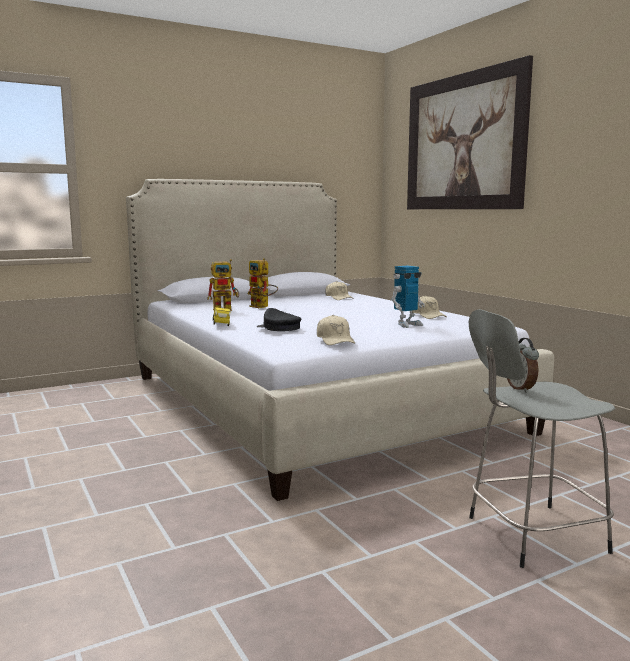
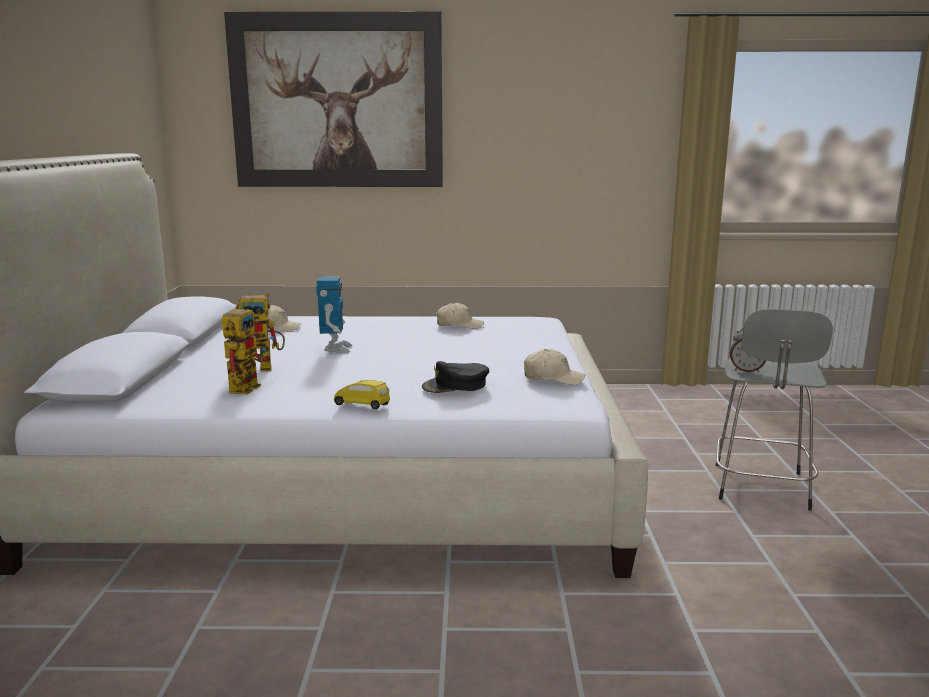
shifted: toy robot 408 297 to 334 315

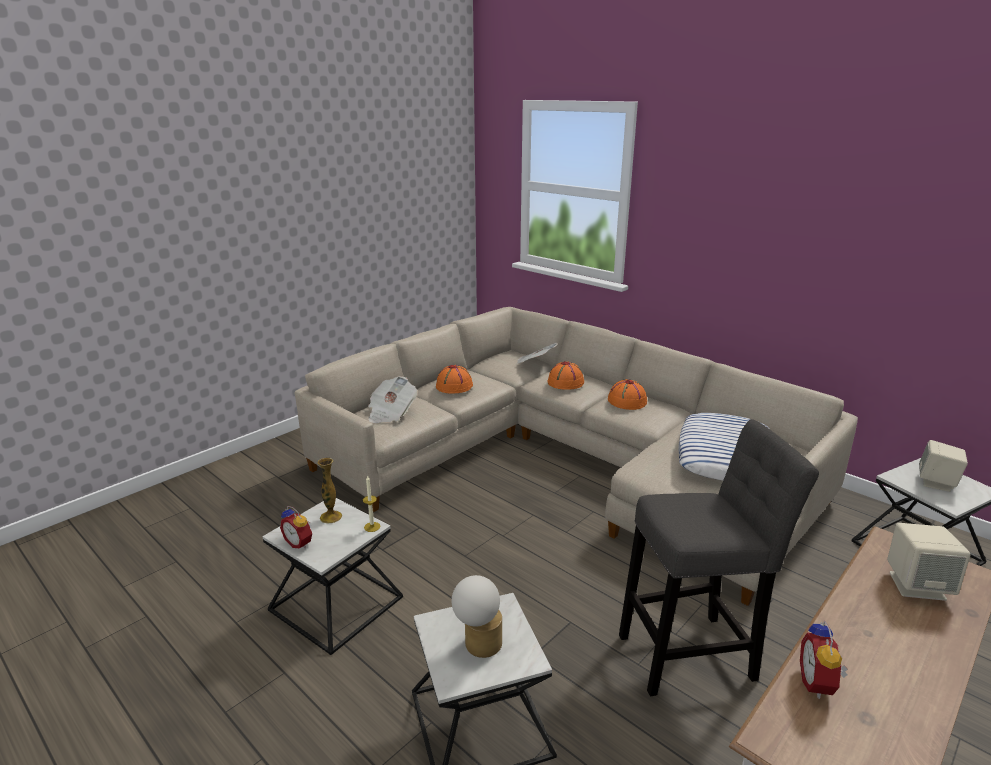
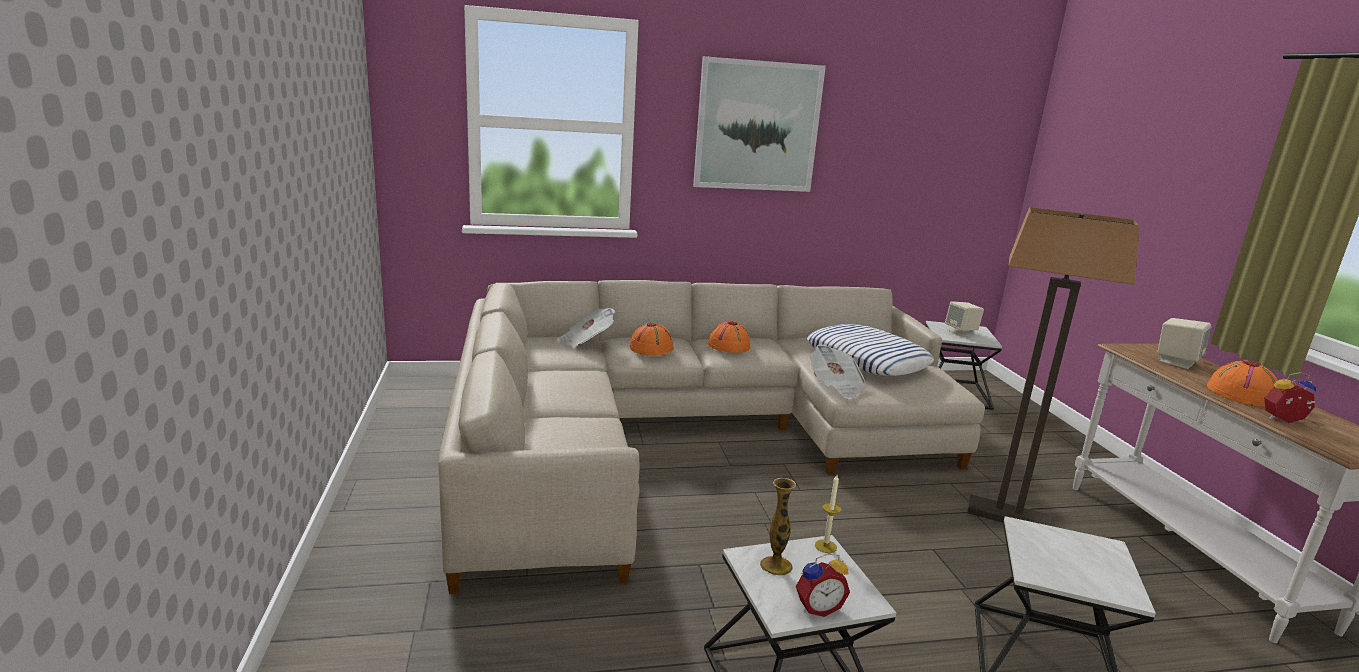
gone: table lamp 477 616
new: picture 759 124
shifted: newspaper 392 399 to 838 372; orange hat 454 379 to 1242 383
swapped: grey stool 719 557 to floor lamp 1053 366
rotated: alarm clock 824 659 = 1290 397 135 degrees clockwise

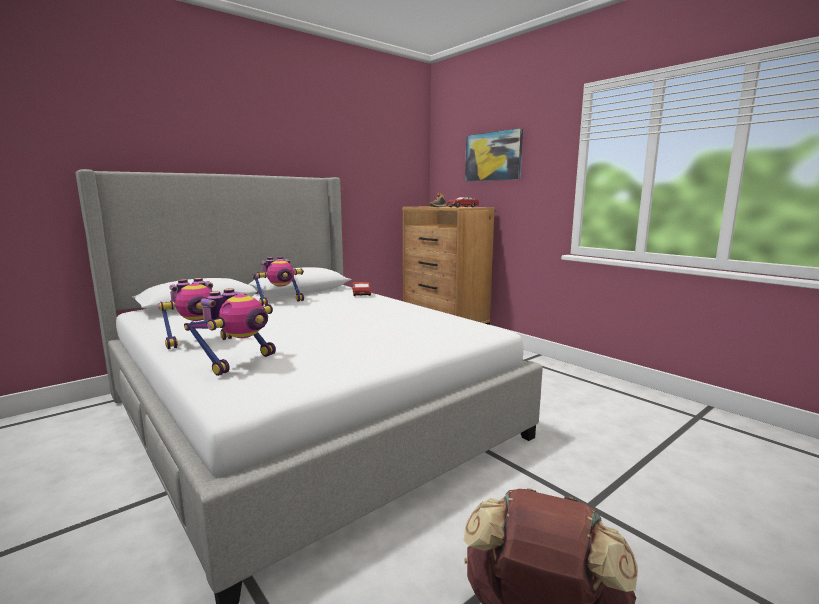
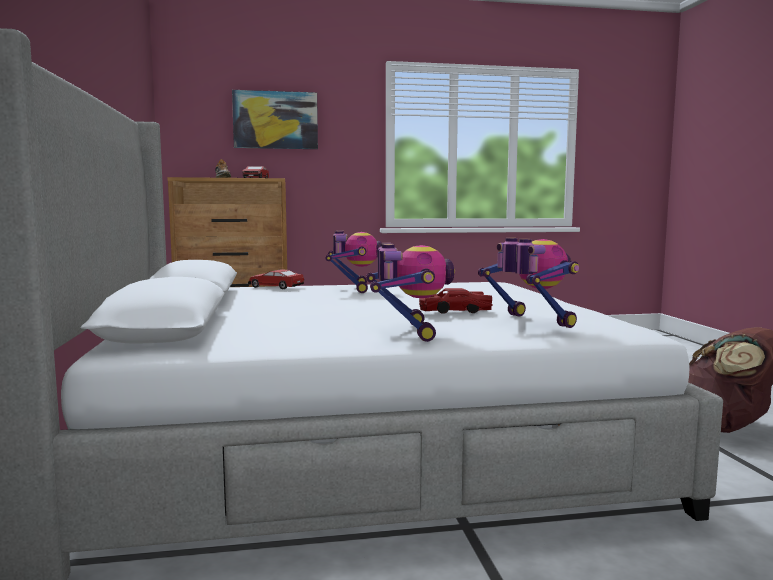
new: red toy car 456 301
shifted: toy robot 278 281 to 353 261

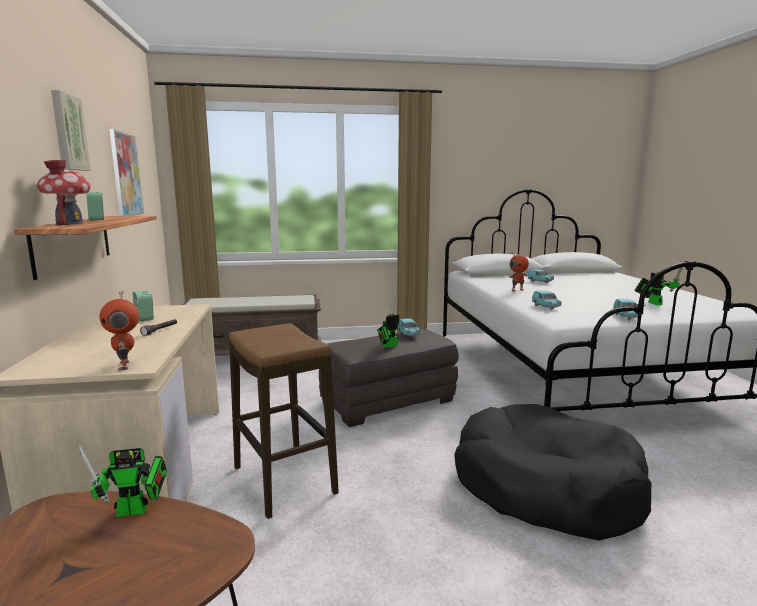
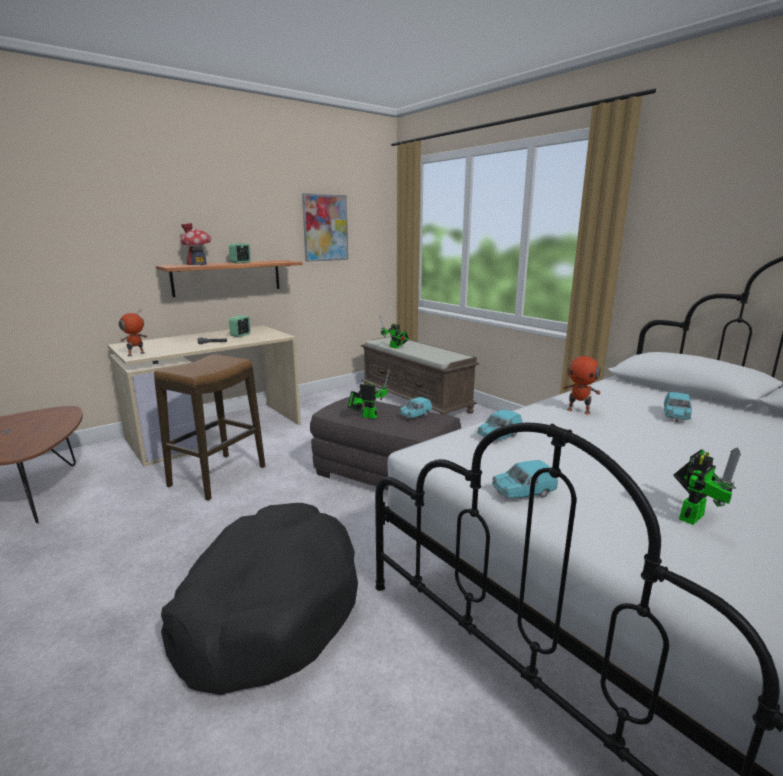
gone: picture 71 130
shifted: toy robot 122 481 to 394 332

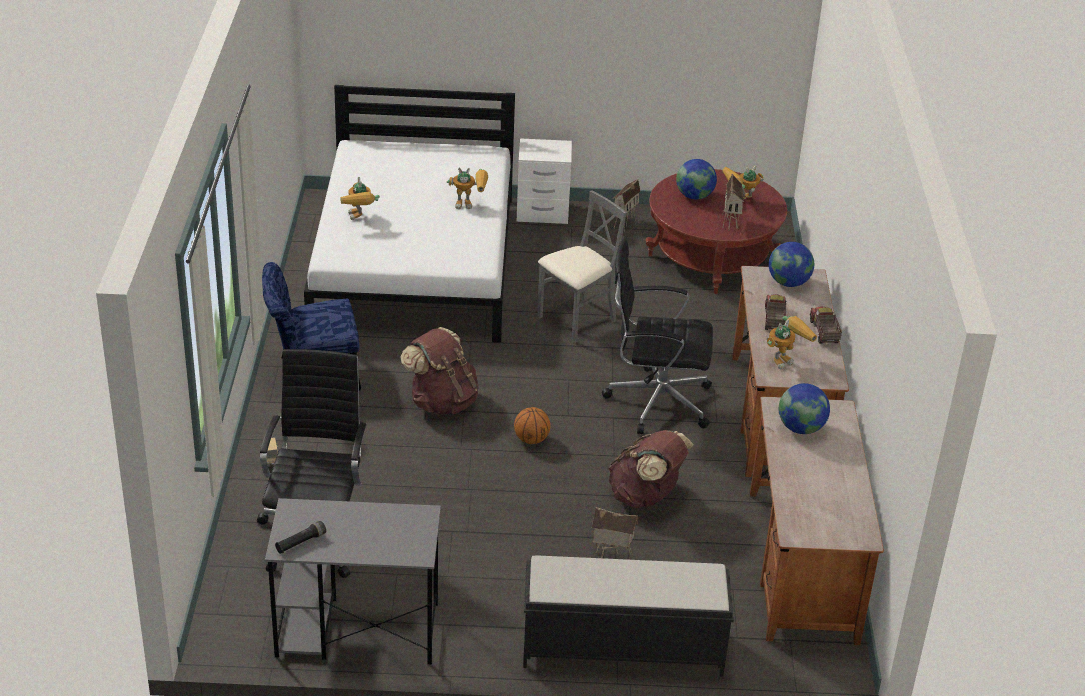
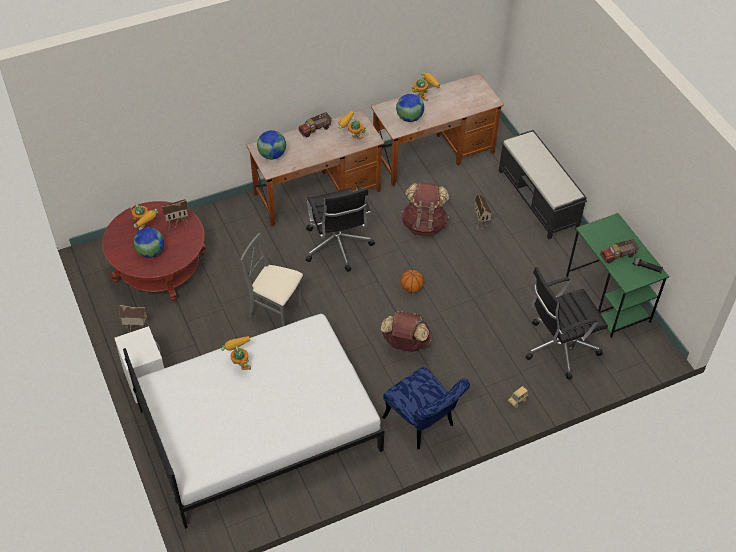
shifted: toy robot 360 198 to 426 86; toy truck 775 312 to 619 251
repainted: grey desk 353 581 to green desk 617 275

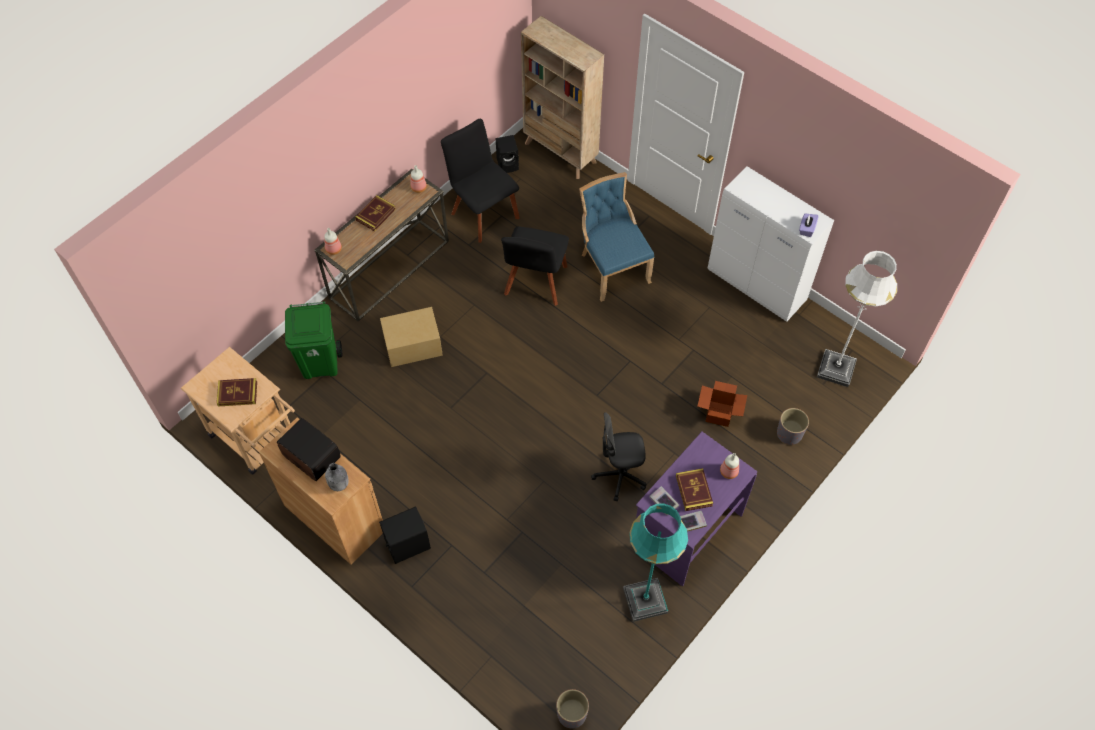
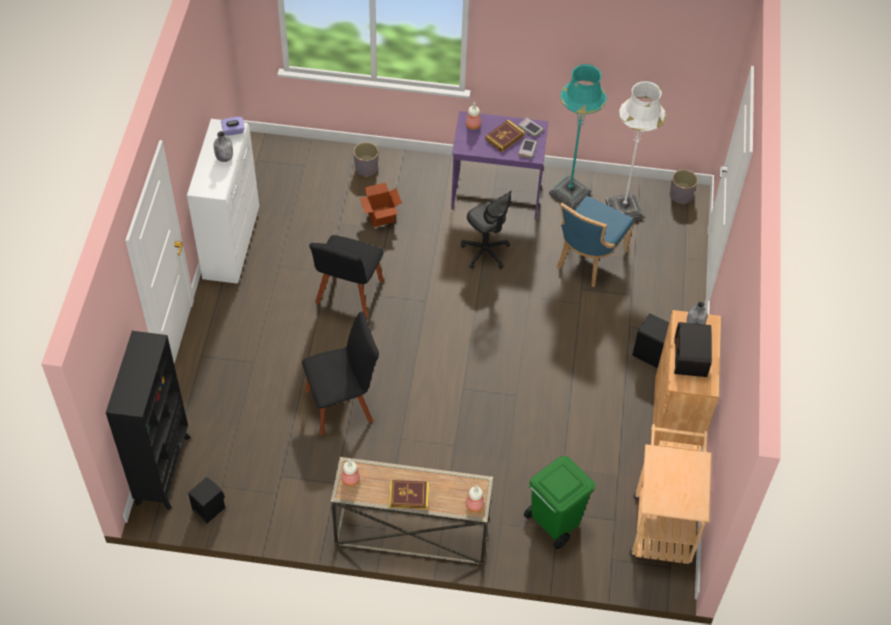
gone: book 236 392; cardboard box 411 337
new: grey bottle 223 146
shifted: black chair 480 181 to 346 276; blue chair 616 237 to 595 241; white floor lamp 857 319 to 635 150
repainted: beige bookcase 562 97 to black bookcase 148 420

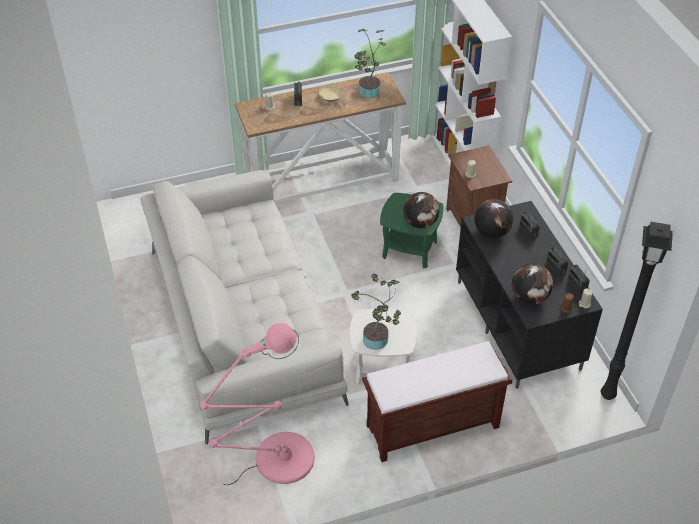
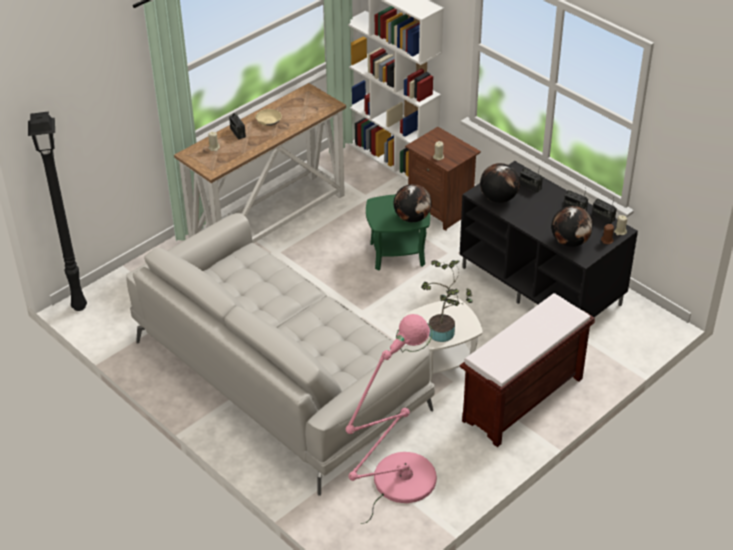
gone: potted plant 370 63
shifted: black floor lamp 637 310 to 57 211

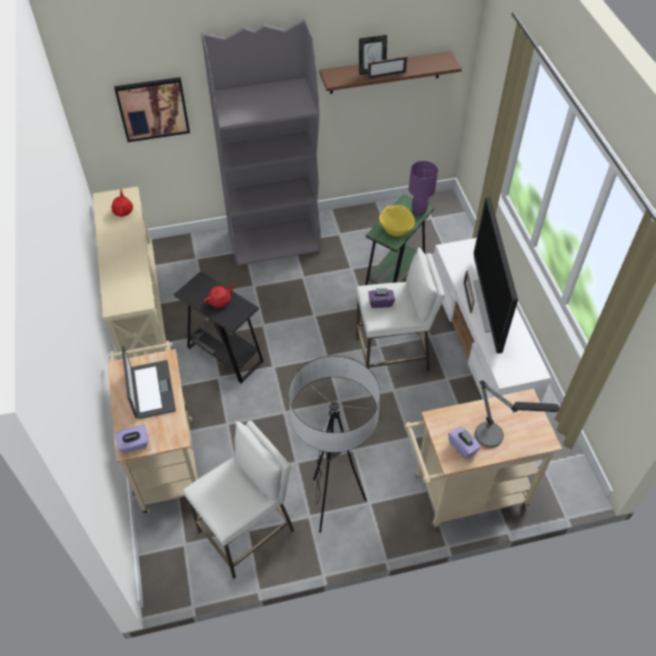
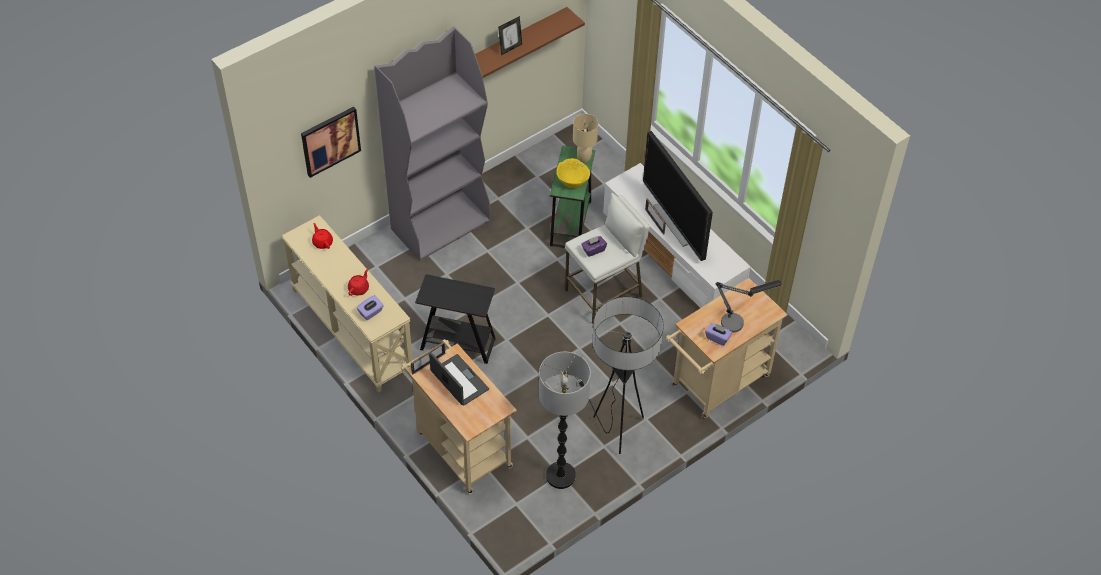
shifted: red teapot 219 295 to 358 282; purple tissue box 131 439 to 370 307; picture frame 387 67 to 428 358
swapped: white stool 238 500 to floor lamp 565 420
repainted: purple table lamp 423 188 to beige table lamp 585 138

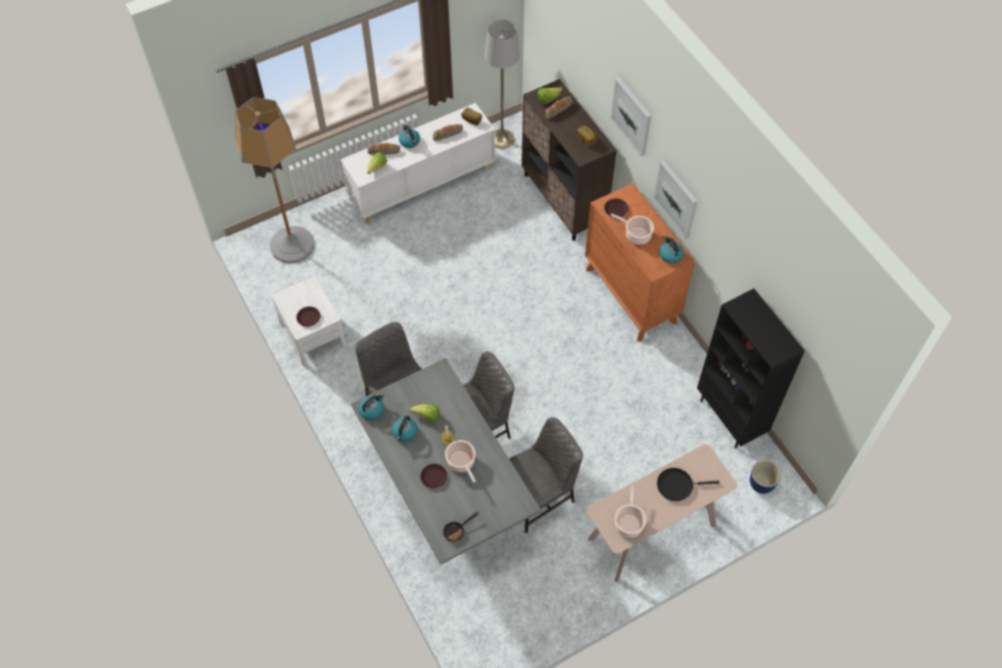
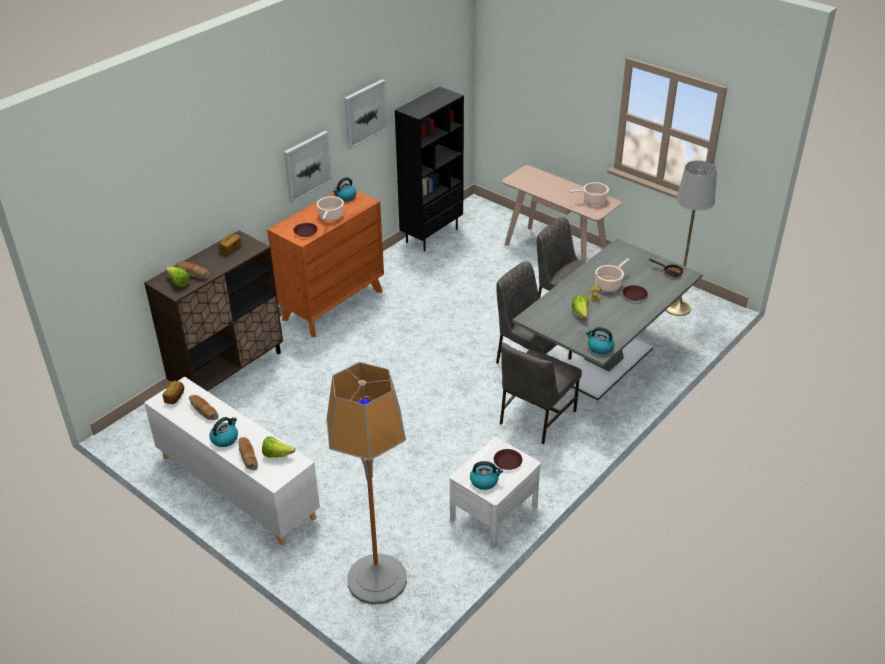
gone: black frying pan 688 484; planter 765 477
shifted: picture 630 117 to 366 114; kettle 405 429 to 486 475; grey floor lamp 502 84 to 691 238

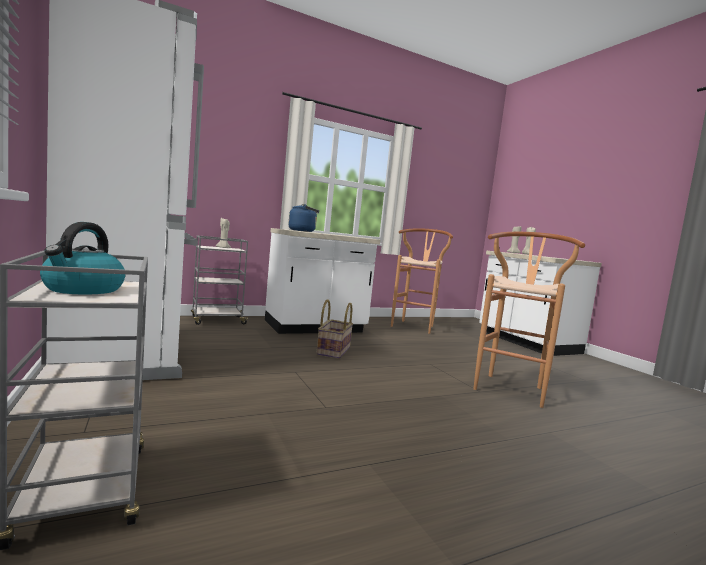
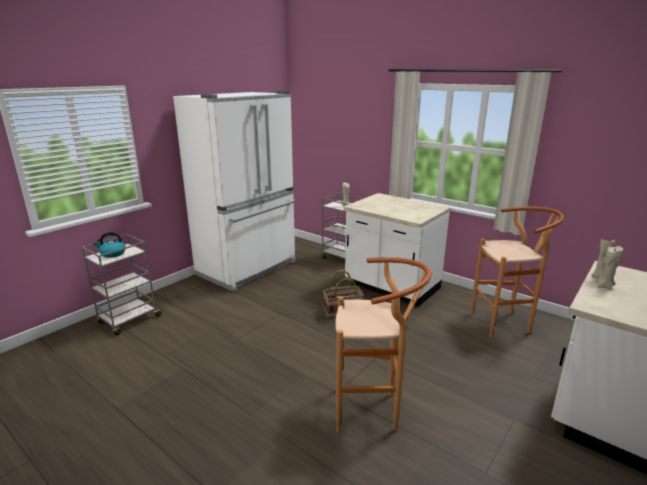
gone: blue kettle 303 218

